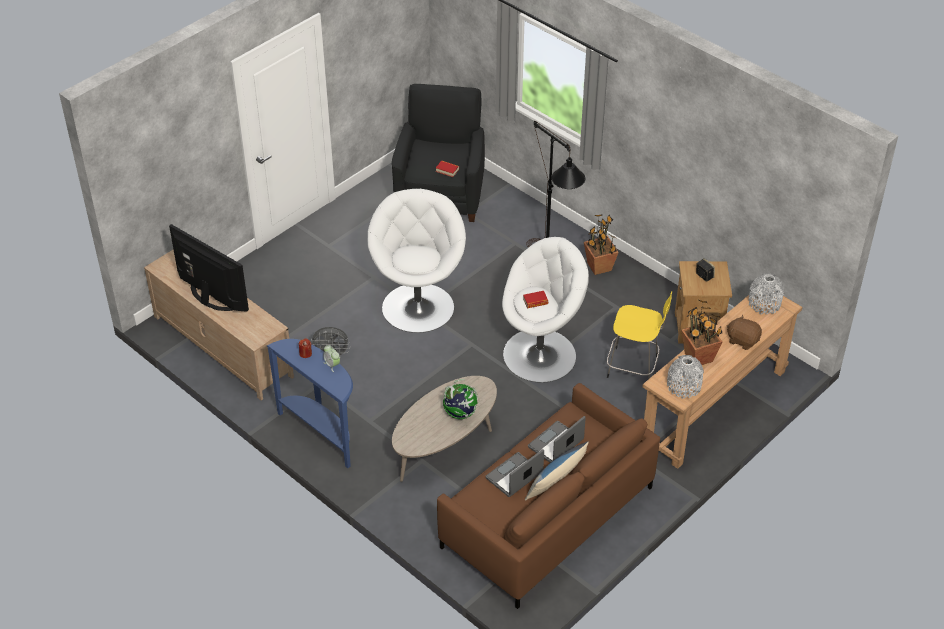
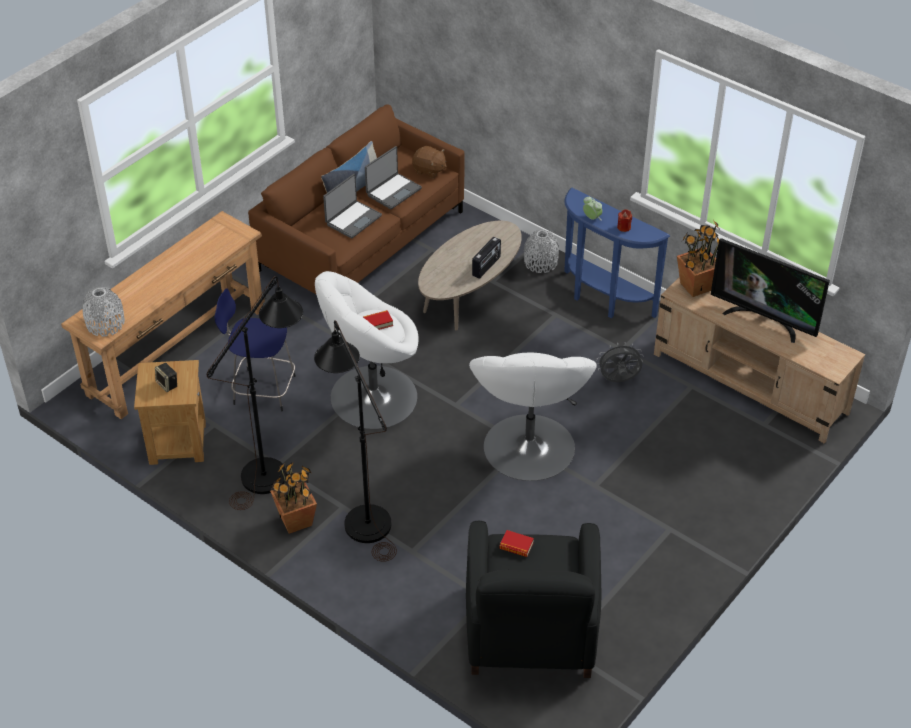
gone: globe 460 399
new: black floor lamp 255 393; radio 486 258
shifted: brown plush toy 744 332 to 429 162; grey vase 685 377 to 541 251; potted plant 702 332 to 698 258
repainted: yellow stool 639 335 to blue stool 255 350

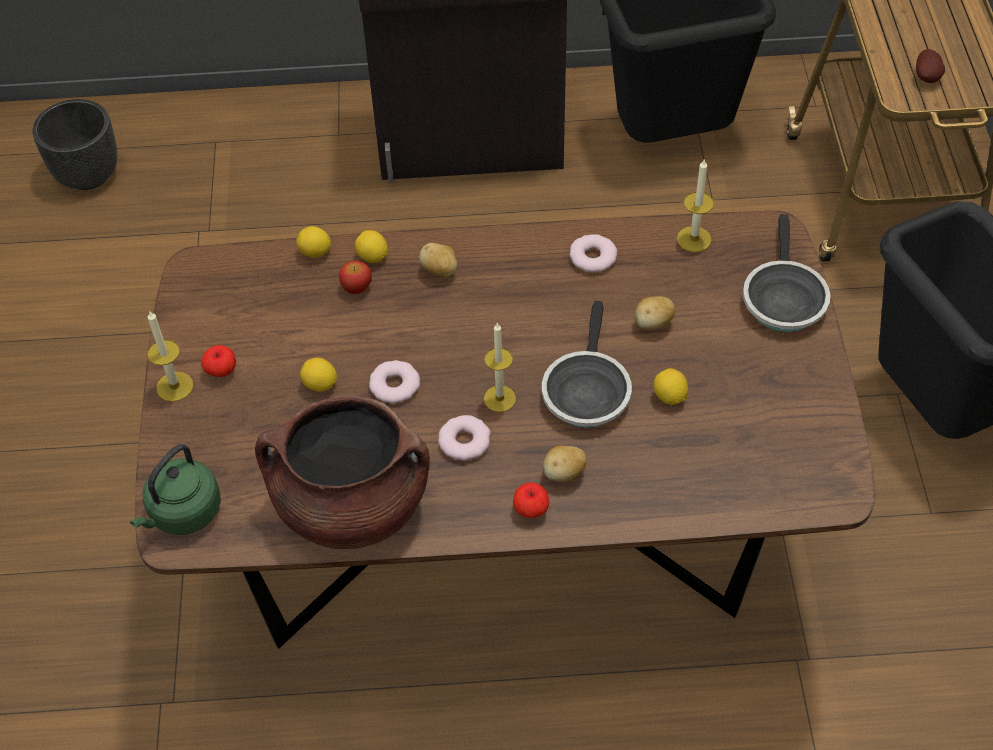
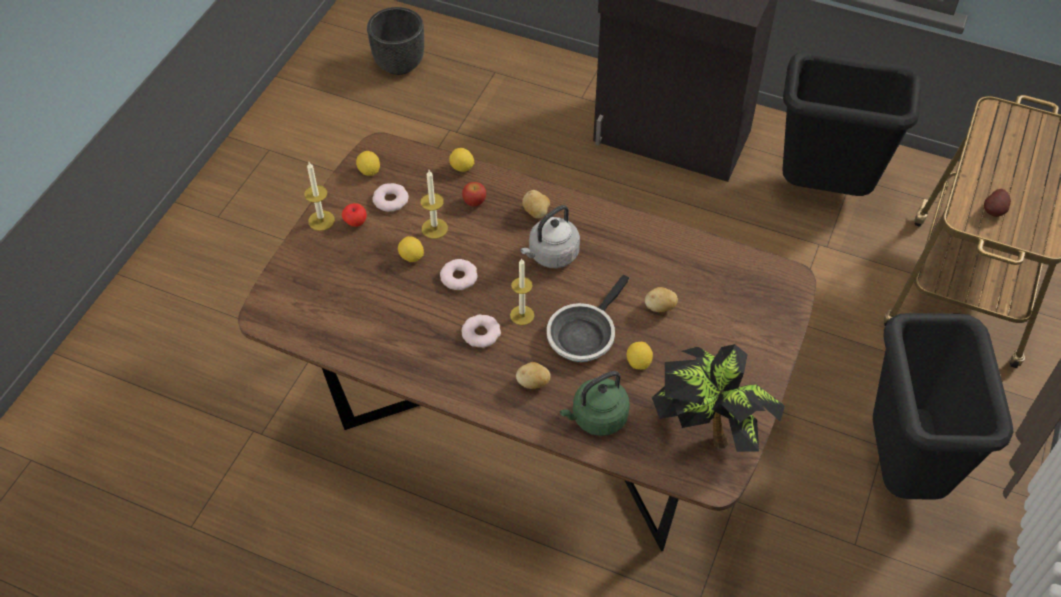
gone: brown cooking pot 342 472; apple 531 500; frying pan 787 273
new: grey kettle 550 236; potted plant 718 398
shifted: lemon 371 246 to 368 163; donut 593 253 to 390 197; candle 695 205 to 434 204; green kettle 175 489 to 595 403

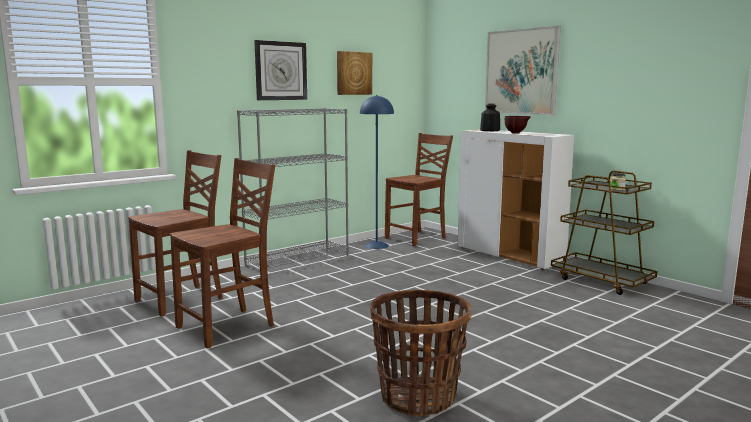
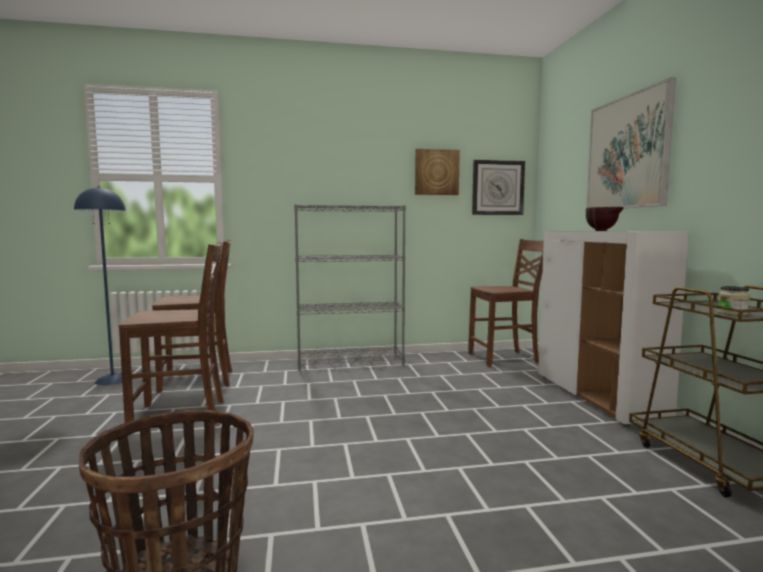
gone: bottle 490 117
shifted: blue floor lamp 377 172 to 100 285; wall clock 280 70 to 498 187

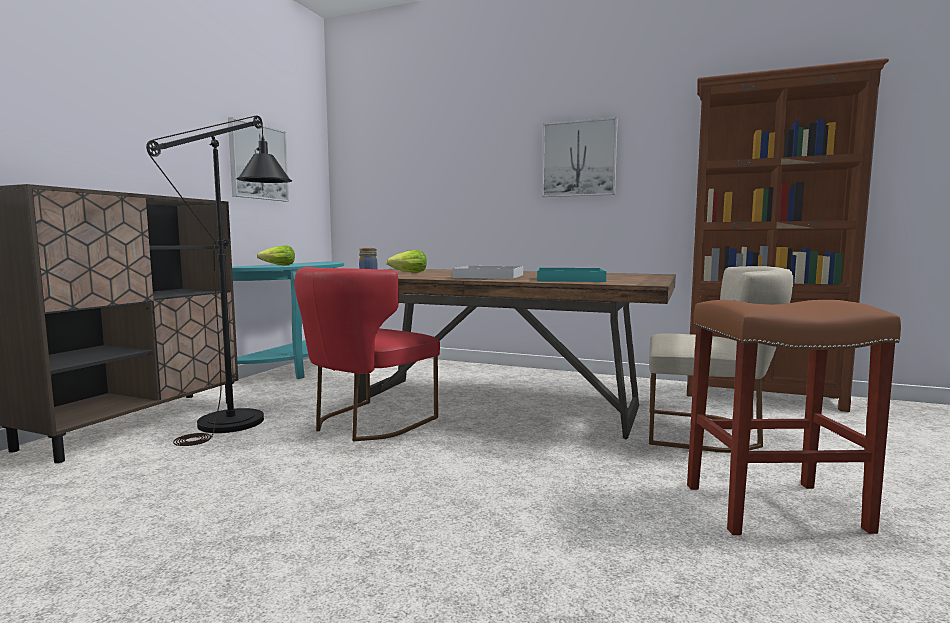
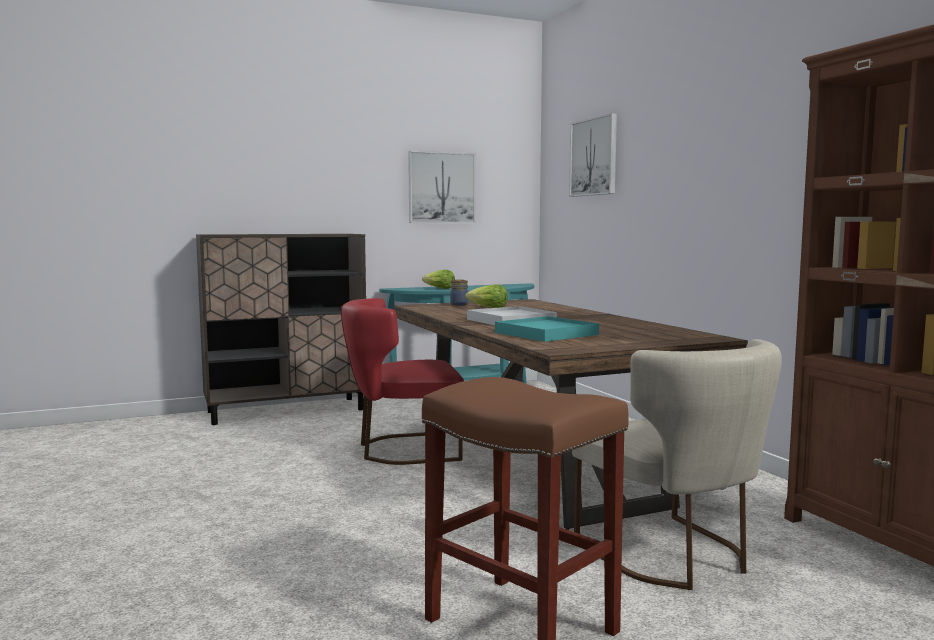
gone: black floor lamp 219 280
shifted: picture 580 157 to 593 155

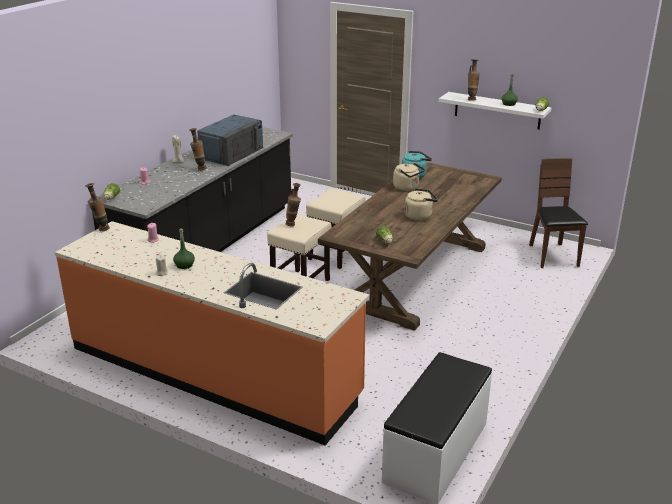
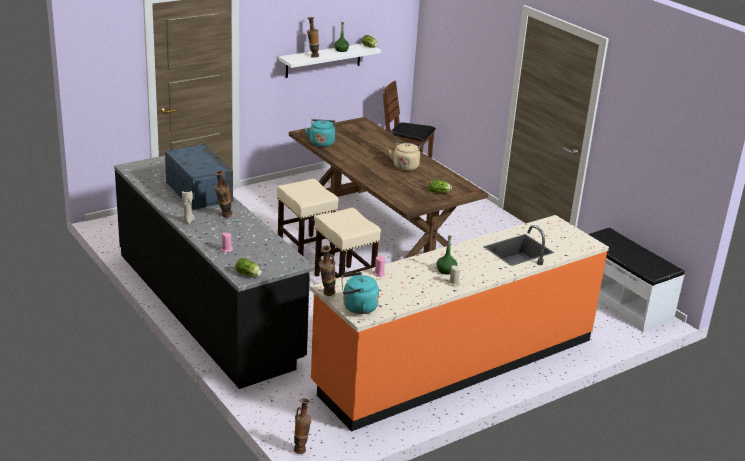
gone: beige kettle 409 177
new: turquoise kettle 360 293
shifted: vase 293 205 to 303 426

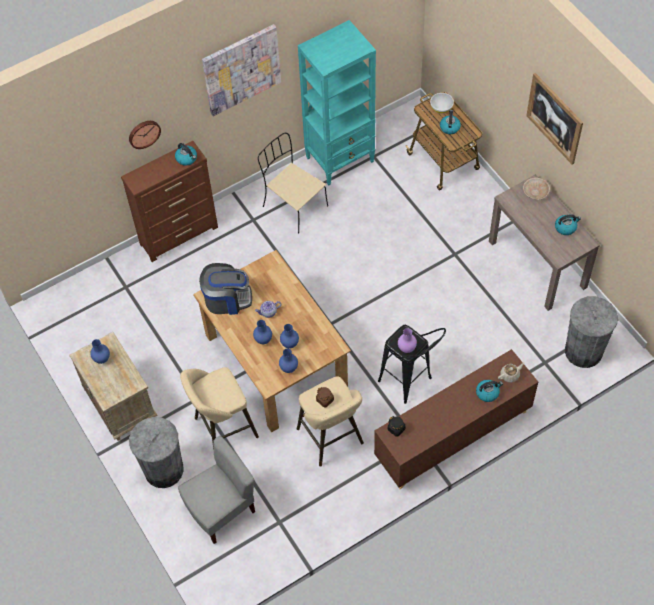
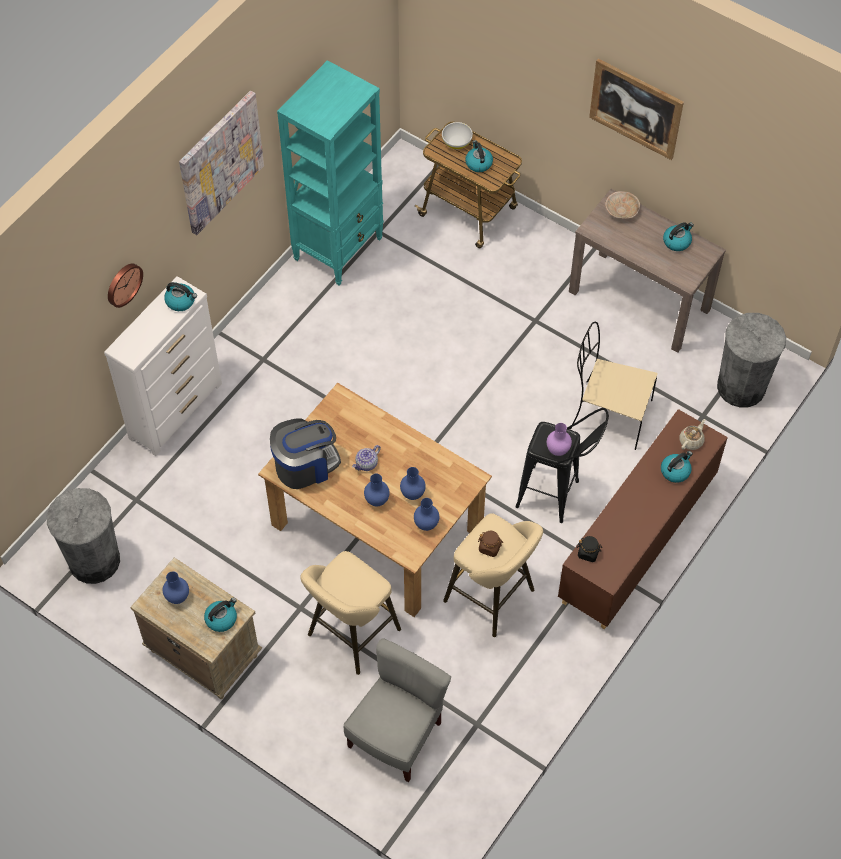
new: kettle 220 615
shifted: grey trash can 156 452 to 83 536; beige chair 293 183 to 613 386
repainted: brown dresser 169 201 to white dresser 163 366

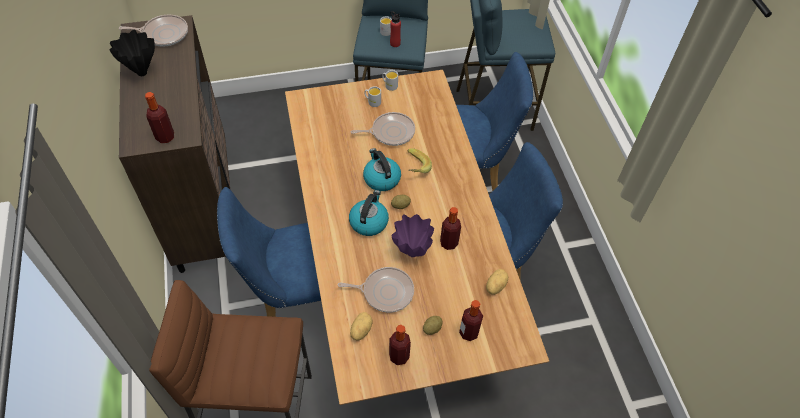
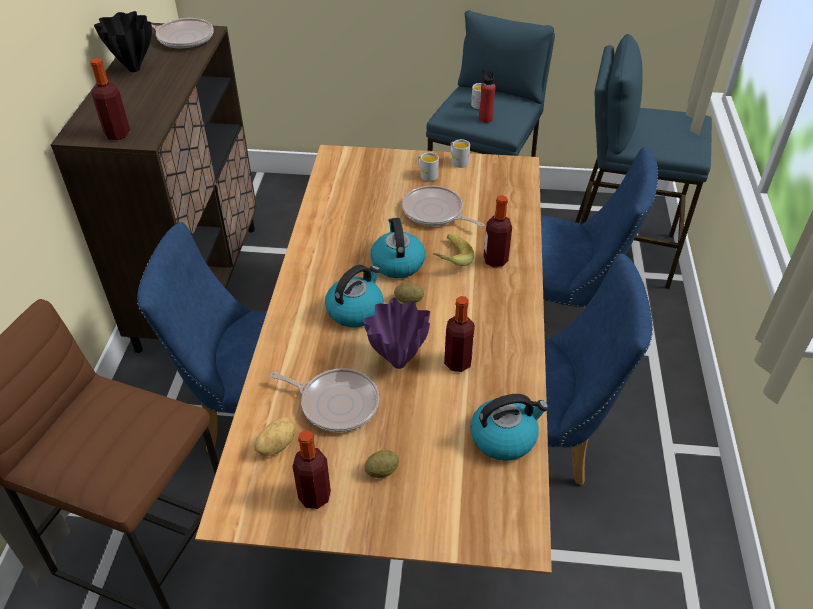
shifted: bottle 471 320 to 498 231
swapped: potato 497 282 to kettle 509 427
rotated: frying pan 383 129 = 443 206 150 degrees counterclockwise

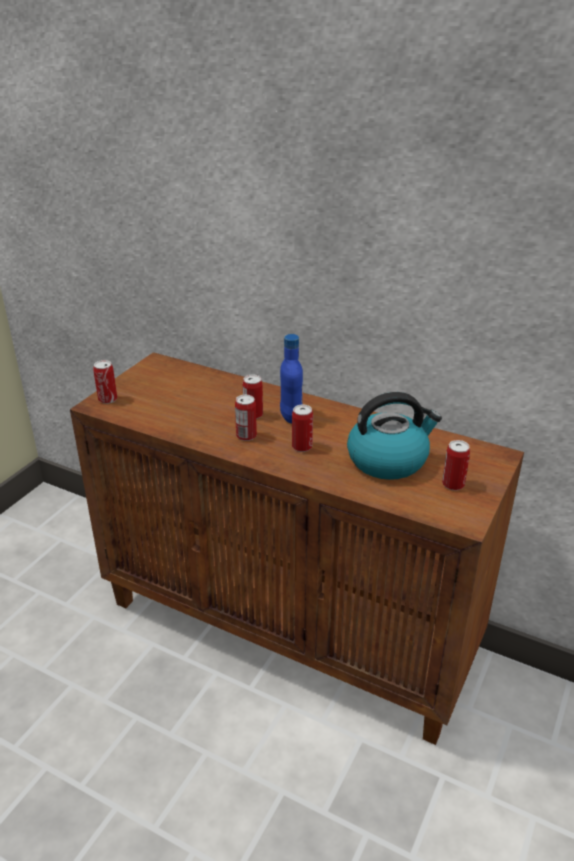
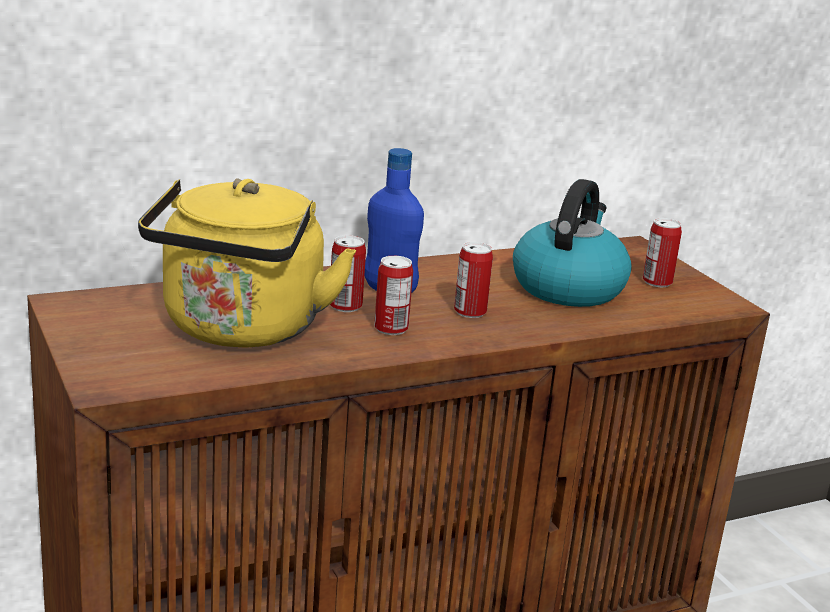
gone: can 105 382
new: yellow kettle 247 263

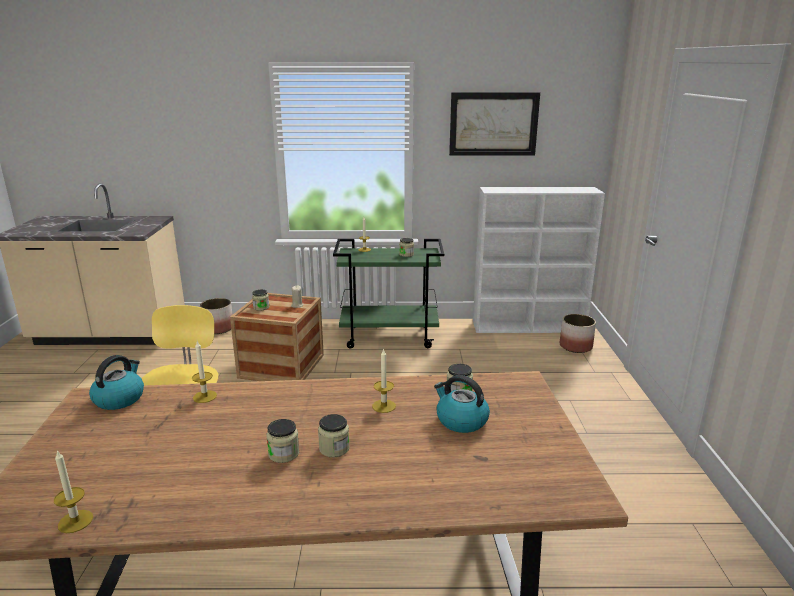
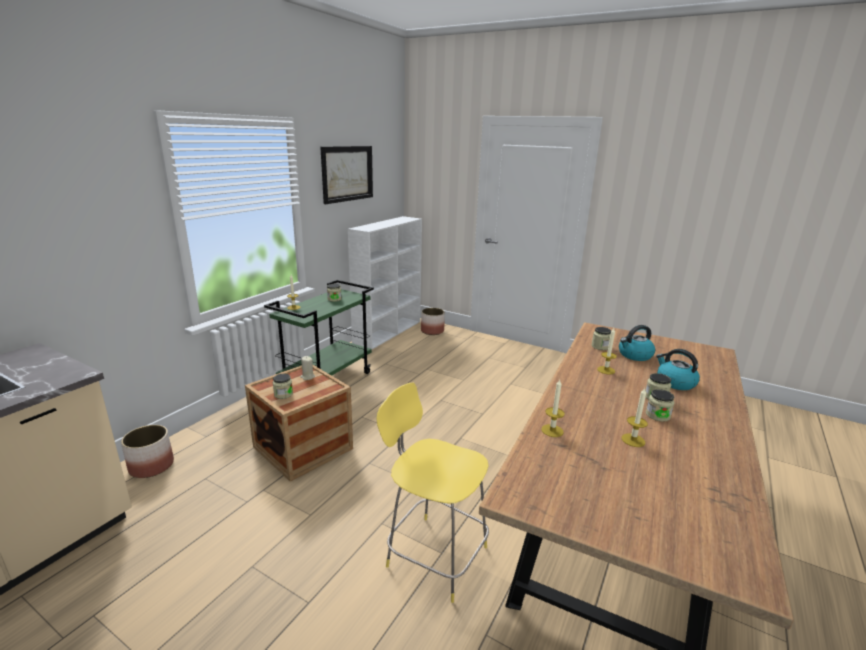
shifted: candle 73 491 to 635 417; kettle 116 382 to 678 369

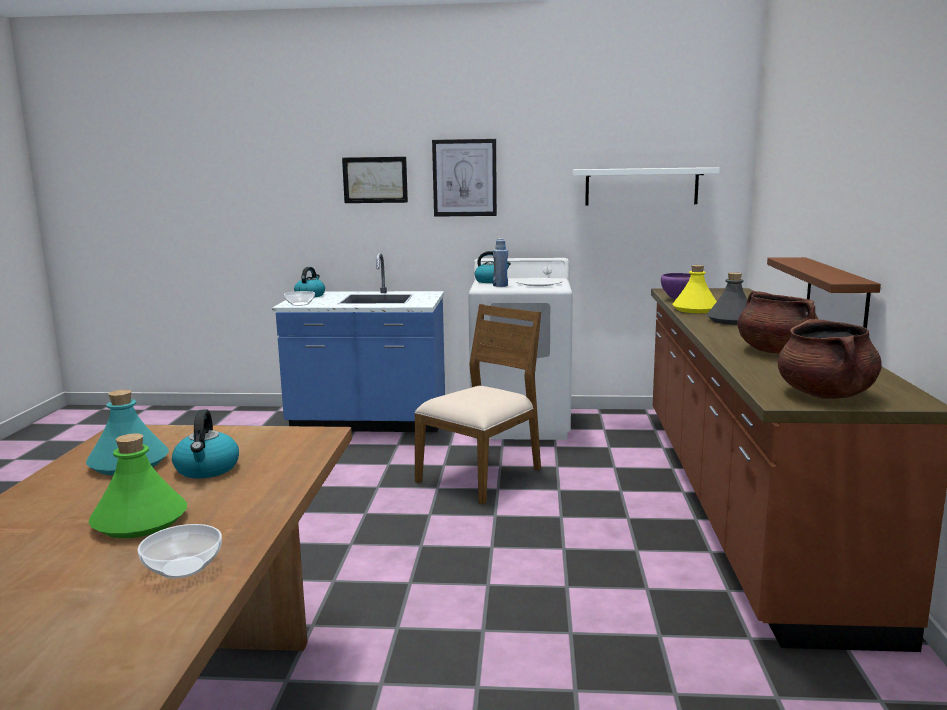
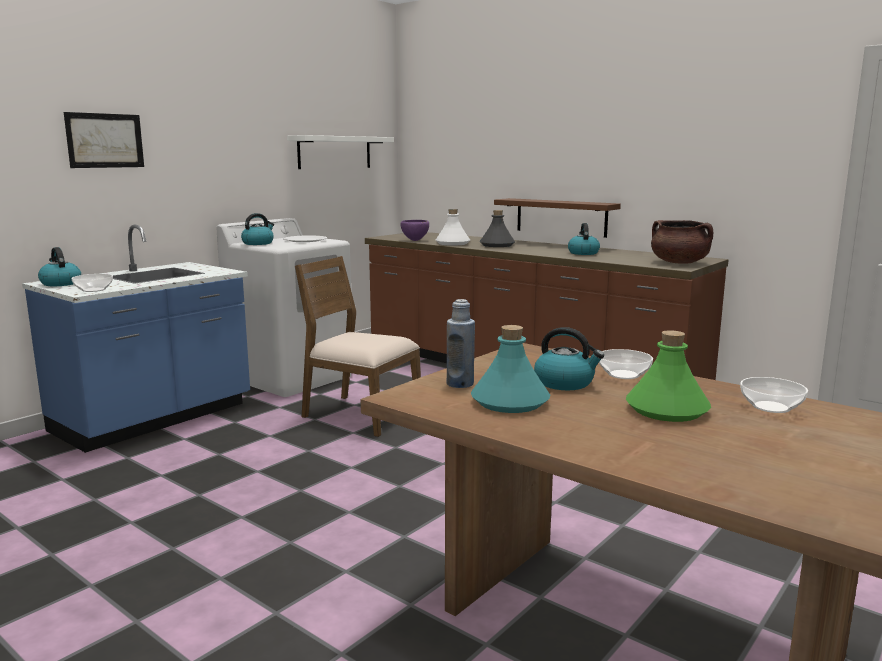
gone: picture 464 178
new: bowl 626 364
shifted: blue bottle 500 262 to 461 343
swapped: brown cooking pot 777 322 to kettle 584 239
repainted: yellow bottle 694 289 to white bottle 453 227
rotated: brown chair 477 404 = 358 346 45 degrees counterclockwise

